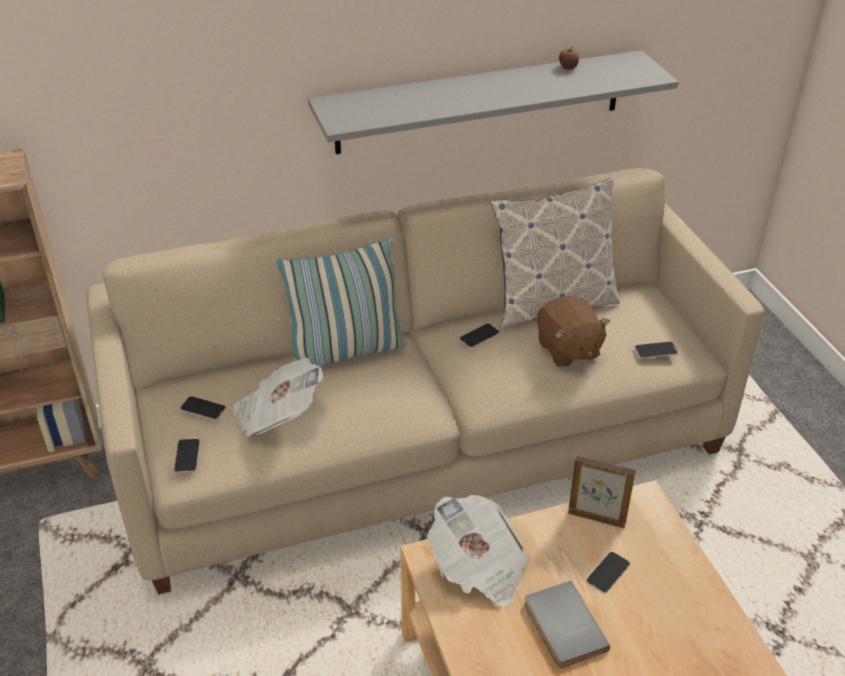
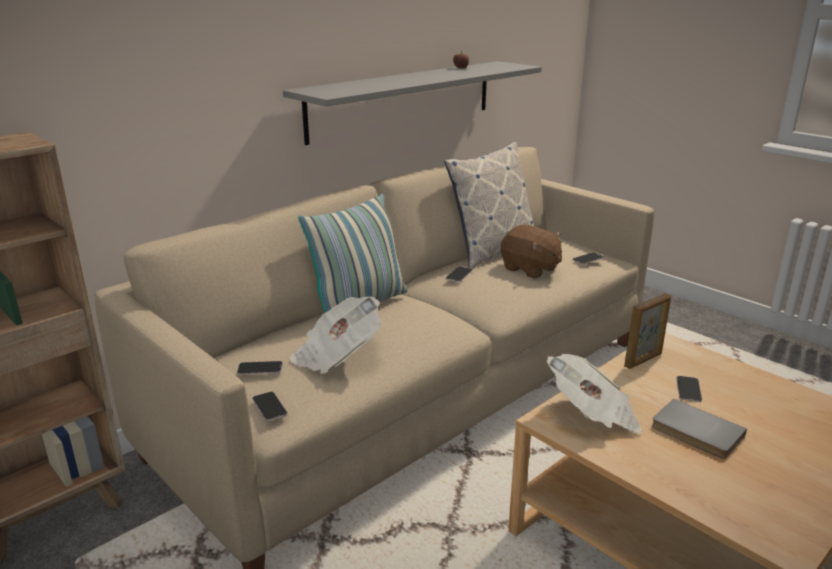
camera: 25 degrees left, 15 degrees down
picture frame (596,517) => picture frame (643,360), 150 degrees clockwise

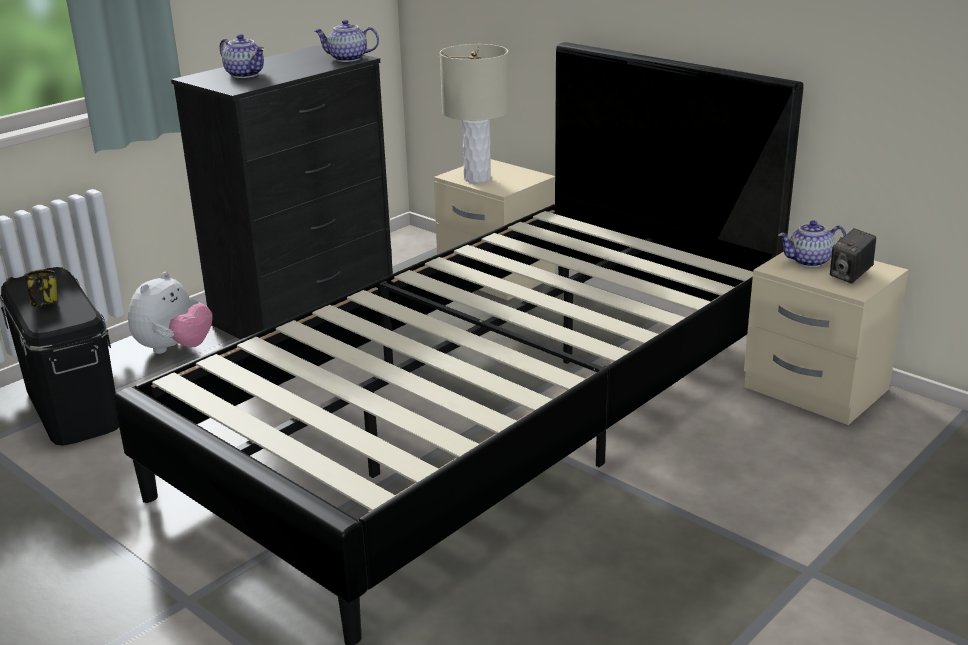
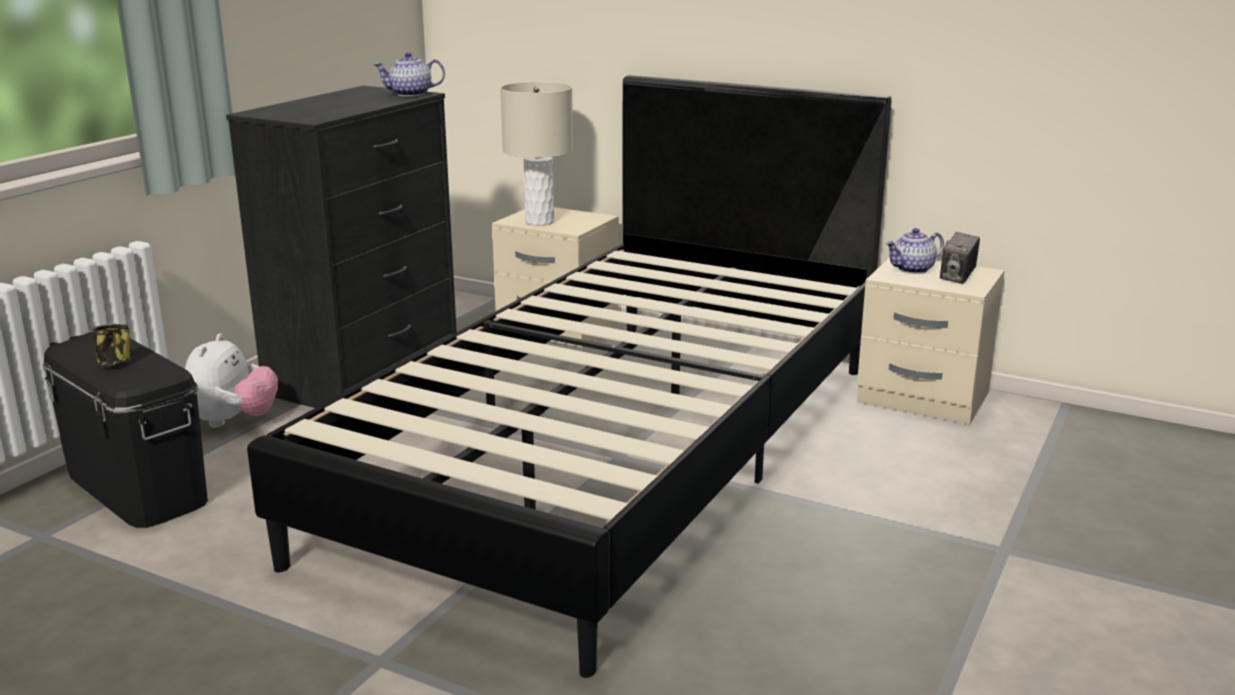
camera: 15 degrees left, 5 degrees down
tea pot (246,74) => nothing

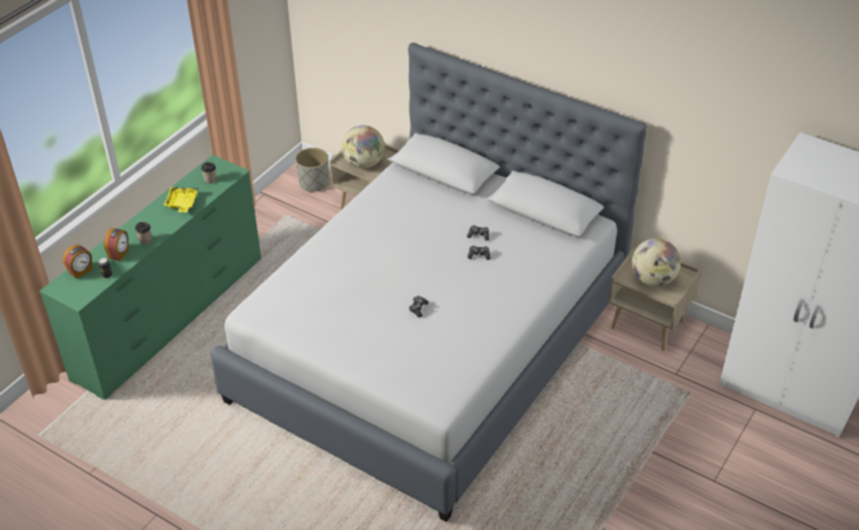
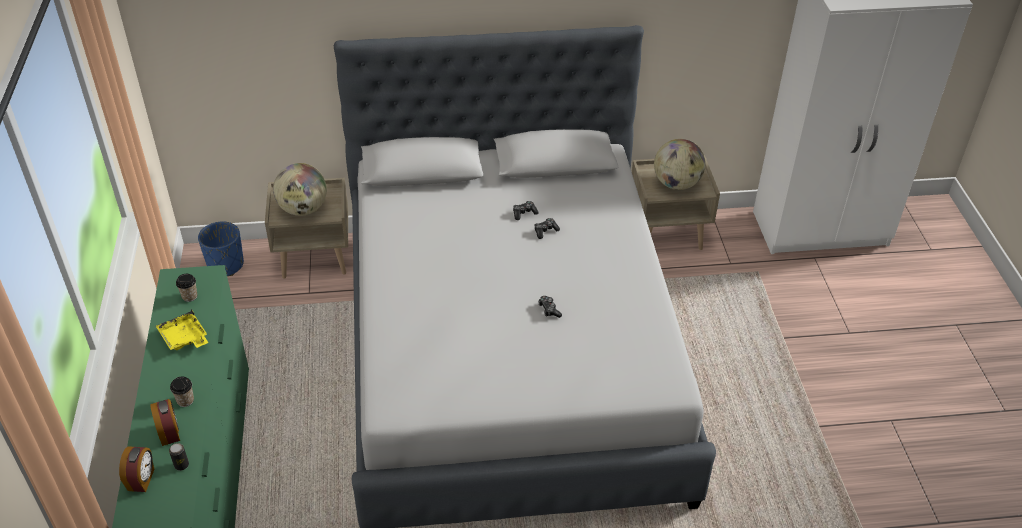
camera: 40 degrees left, 0 degrees up
plant pot in grey (314,183) => plant pot in bluish (225,265)

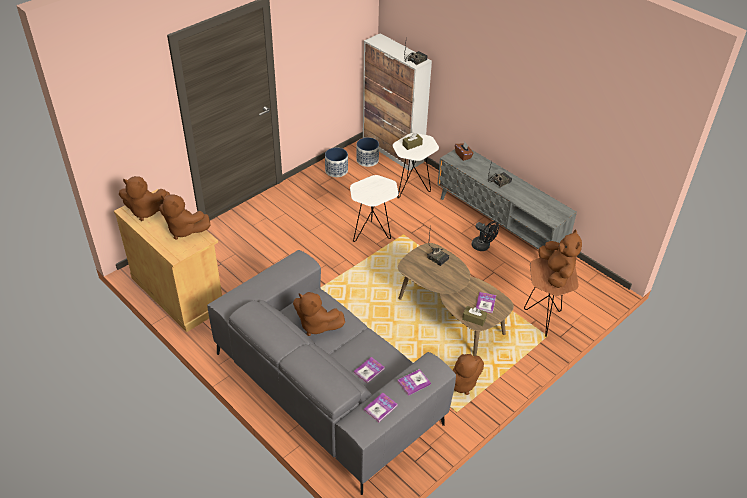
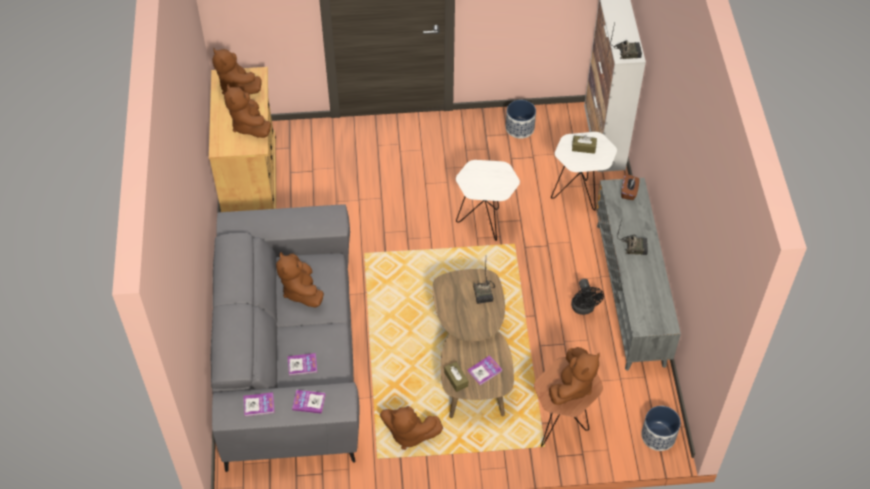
camera: 40 degrees right, 10 degrees up
plant pot (367,160) => plant pot (658,436), move

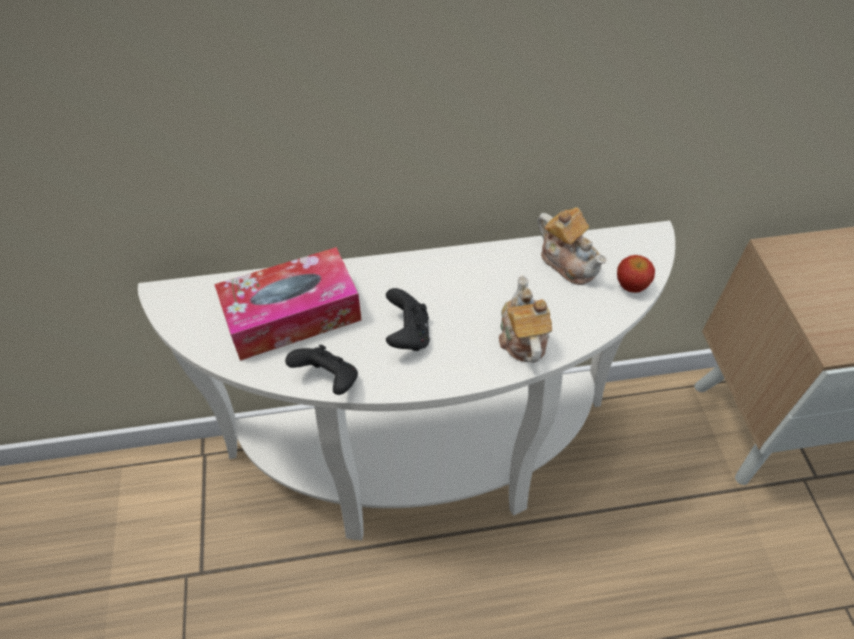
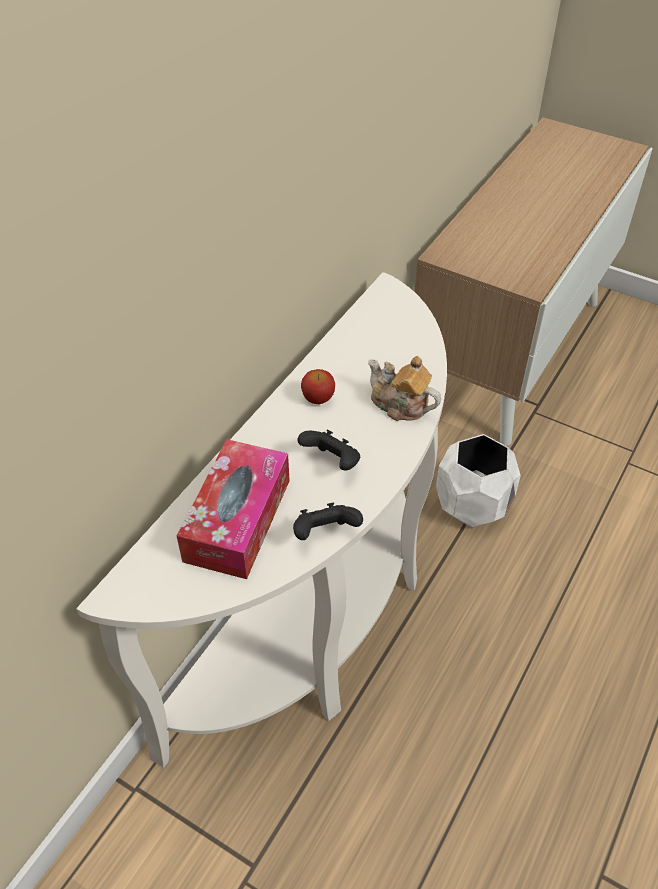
camera: 50 degrees left, 5 degrees down
tea pot (568,261) => nothing
apple (631,285) => apple (318,398), move
nothing => plant pot in white (473,504)

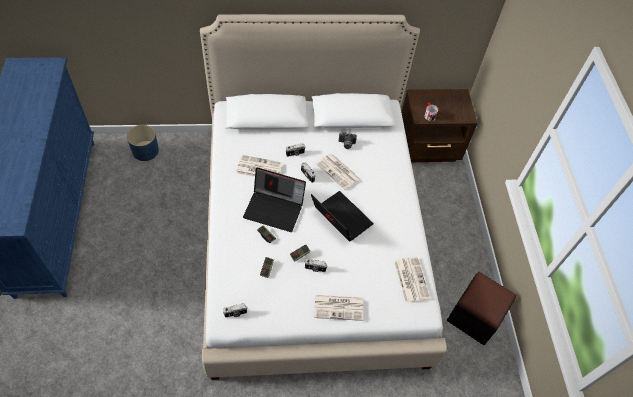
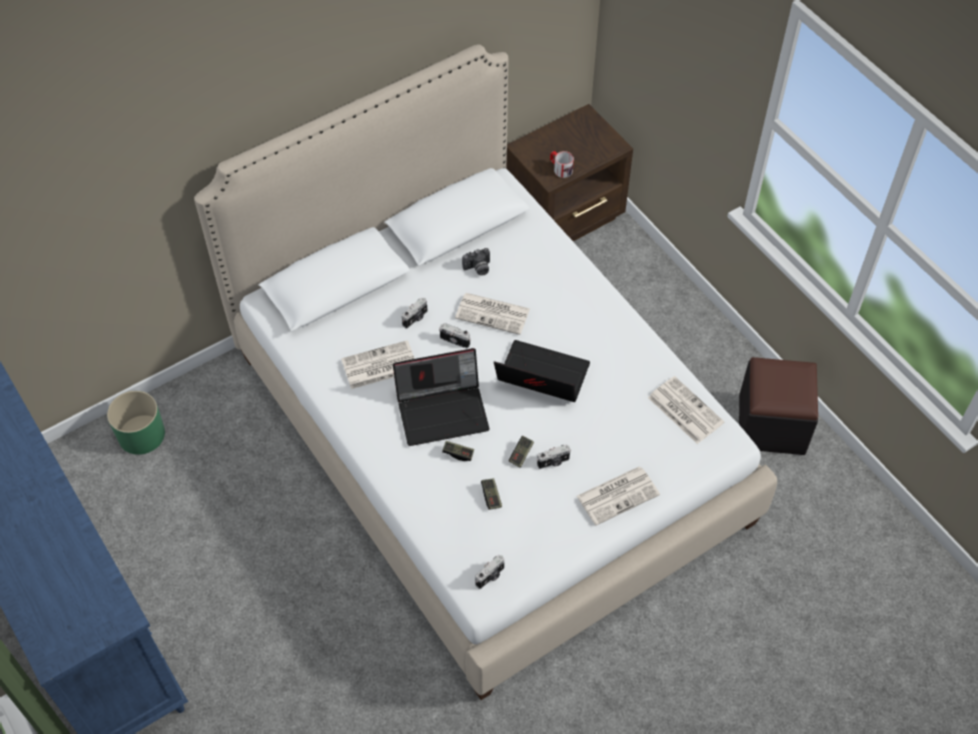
camera: 25 degrees left, 0 degrees up
plant pot in bluish (145,150) => plant pot in green-coloured (141,434)

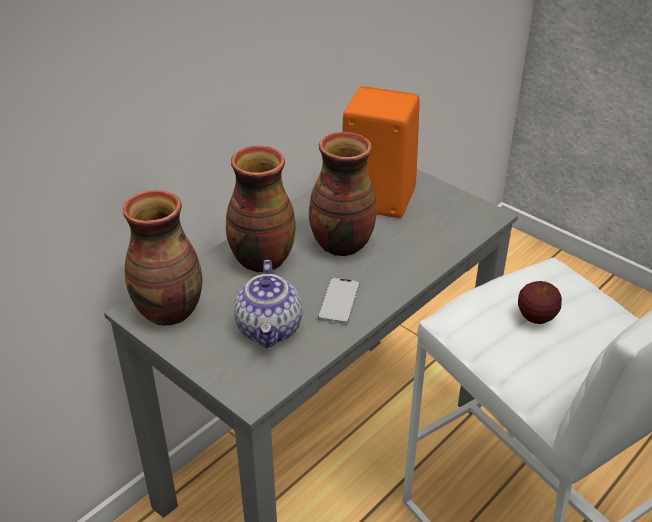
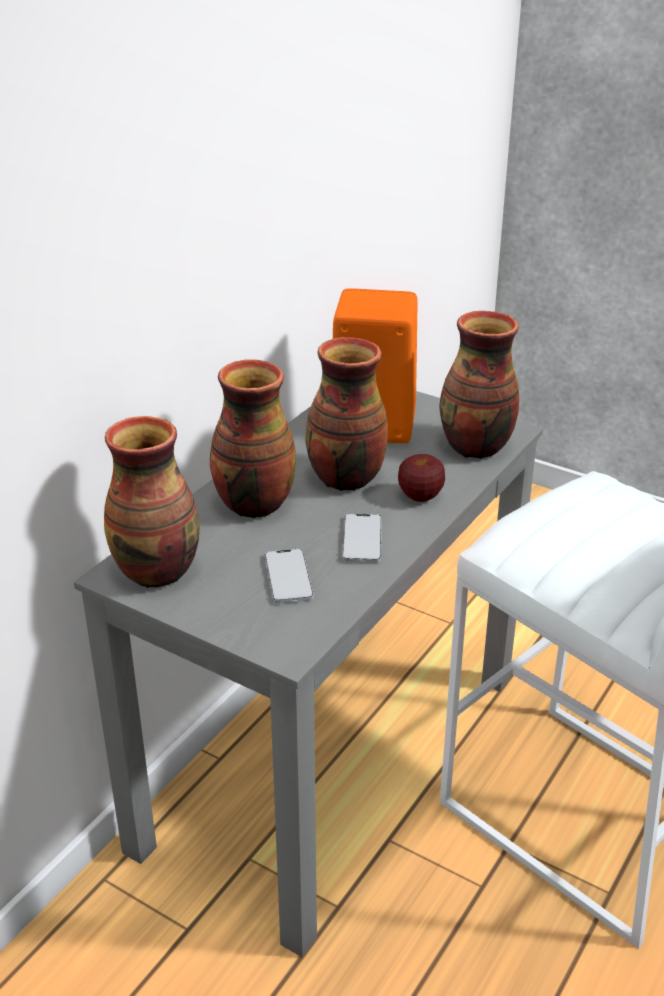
camera: 10 degrees left, 5 degrees down
tea pot (270,329) => telephone (288,577)
apple (536,317) => apple (421,496), move
nothing => vase (474,447)

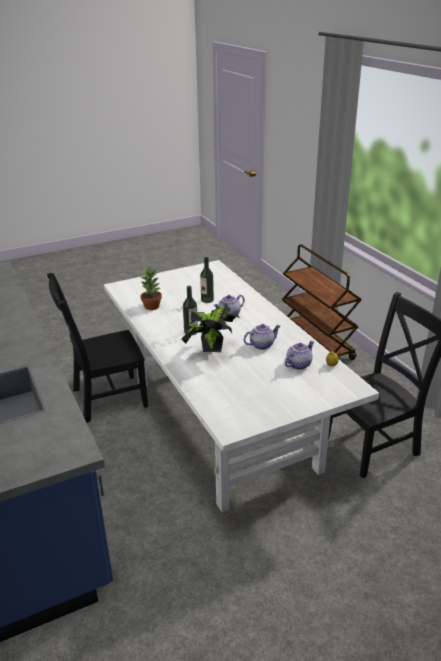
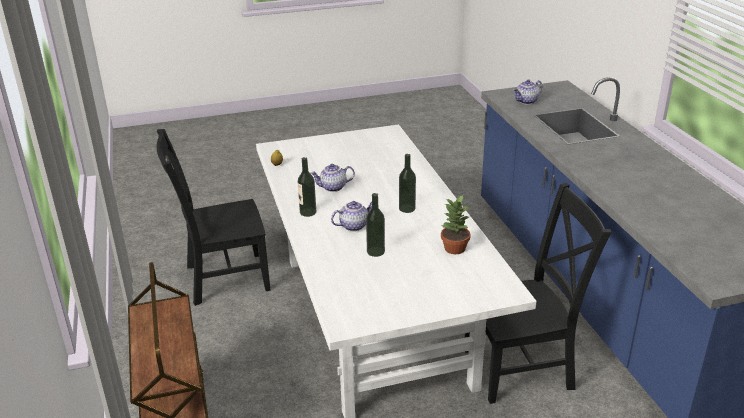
camera: 170 degrees left, 0 degrees up
plant in a pot (212,352) => nothing
tea pot (298,364) => tea pot (526,101), move
nothing => beverage bottle (308,212)

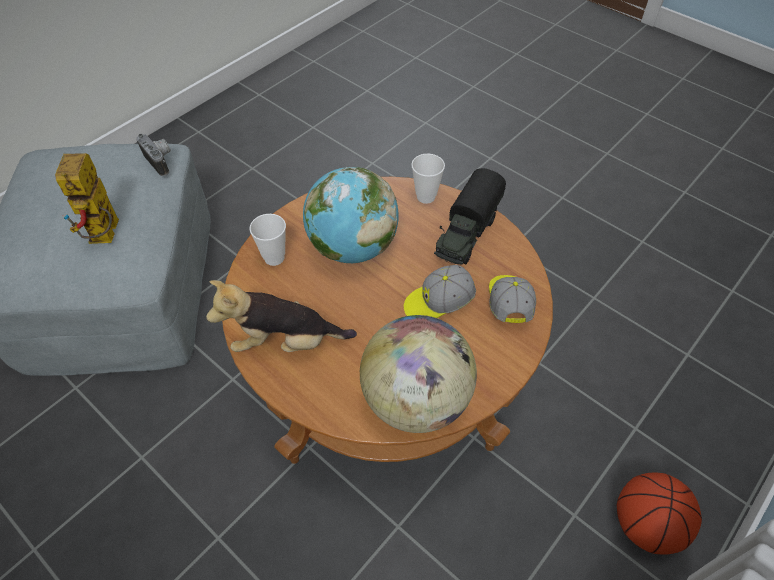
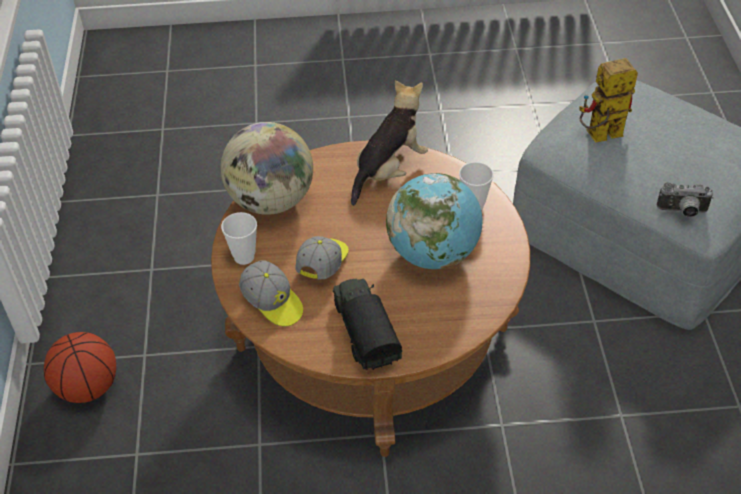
camera: 135 degrees right, 5 degrees down
toy robot (106,237) => toy robot (599,137), 60 degrees counterclockwise
small cup (426,197) => small cup (244,257), move

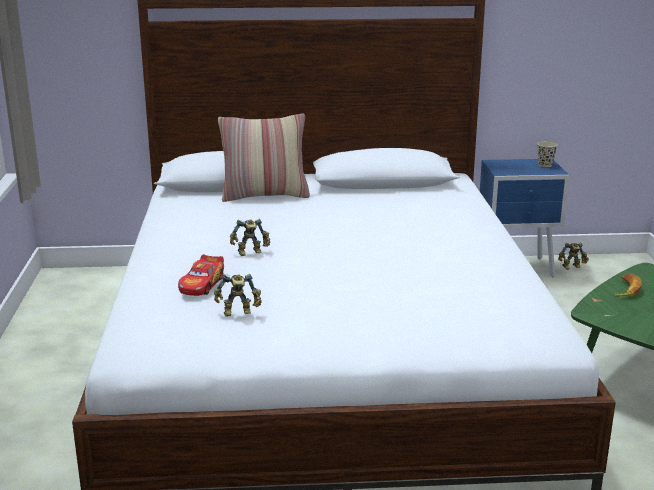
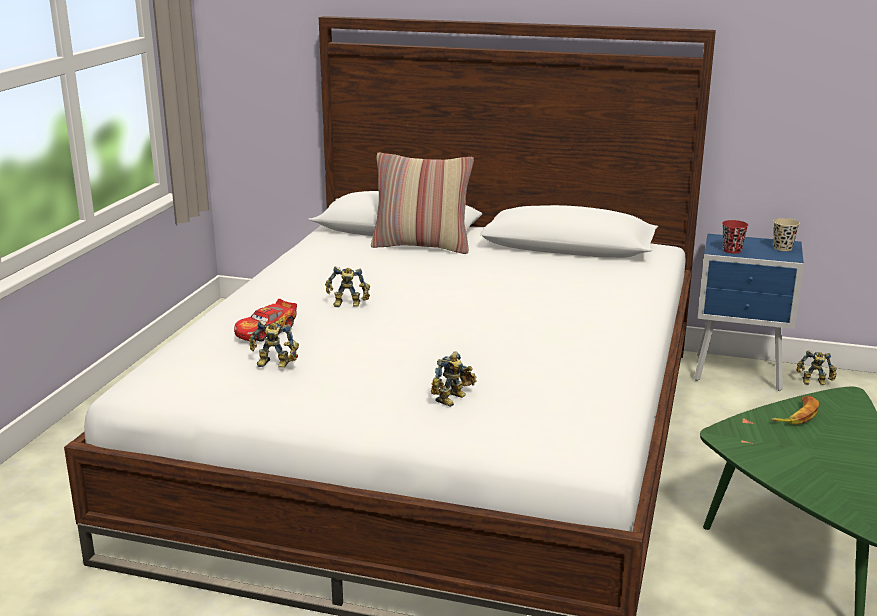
camera: 20 degrees right, 0 degrees up
nothing => small cup in reddish (732,250)
nothing => toy robot (453,399)

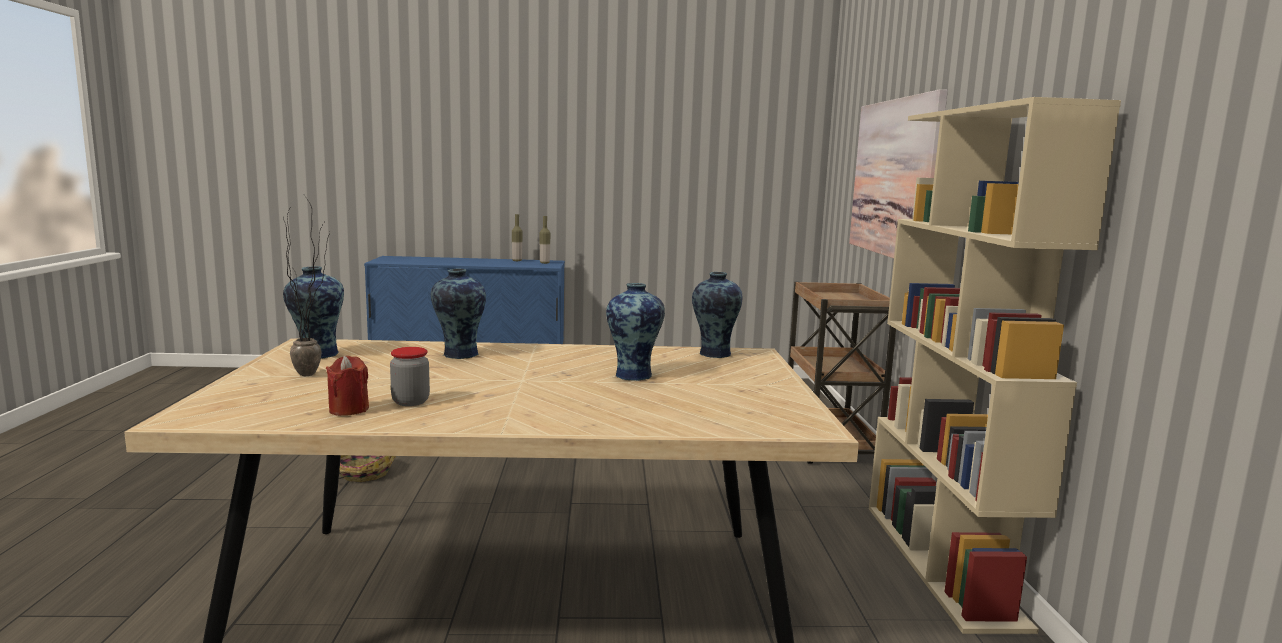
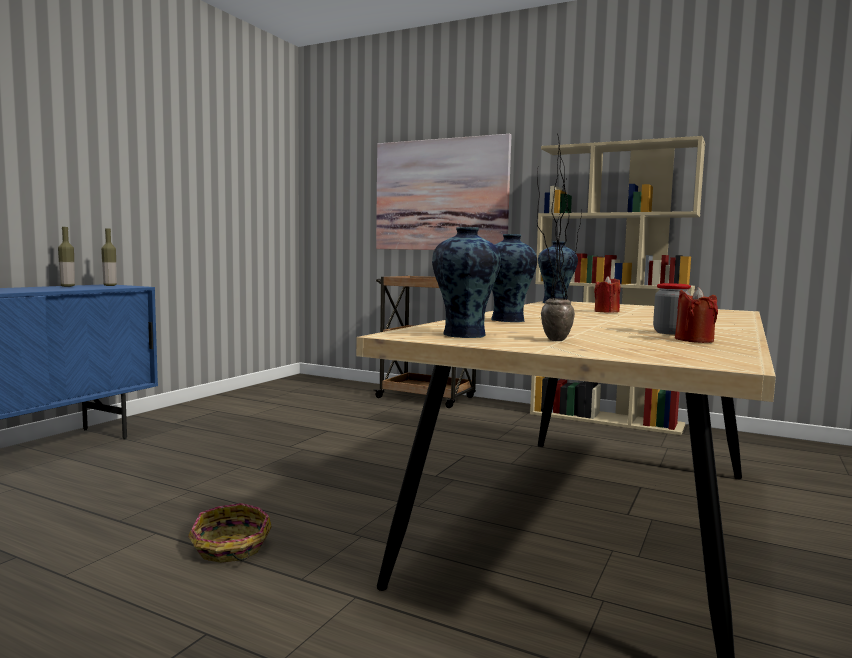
camera: 60 degrees left, 5 degrees down
vase (633,375) => wax light in reddish (606,312)

